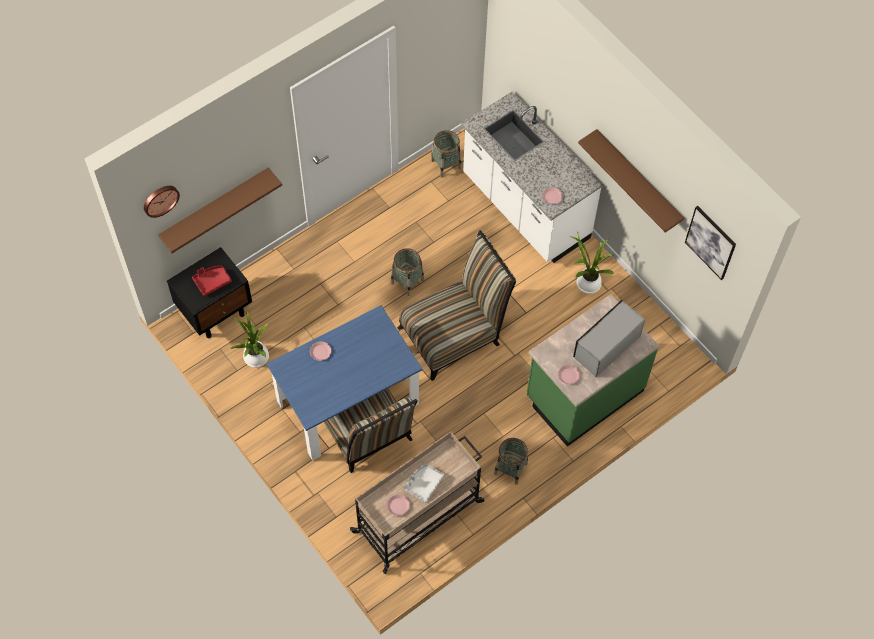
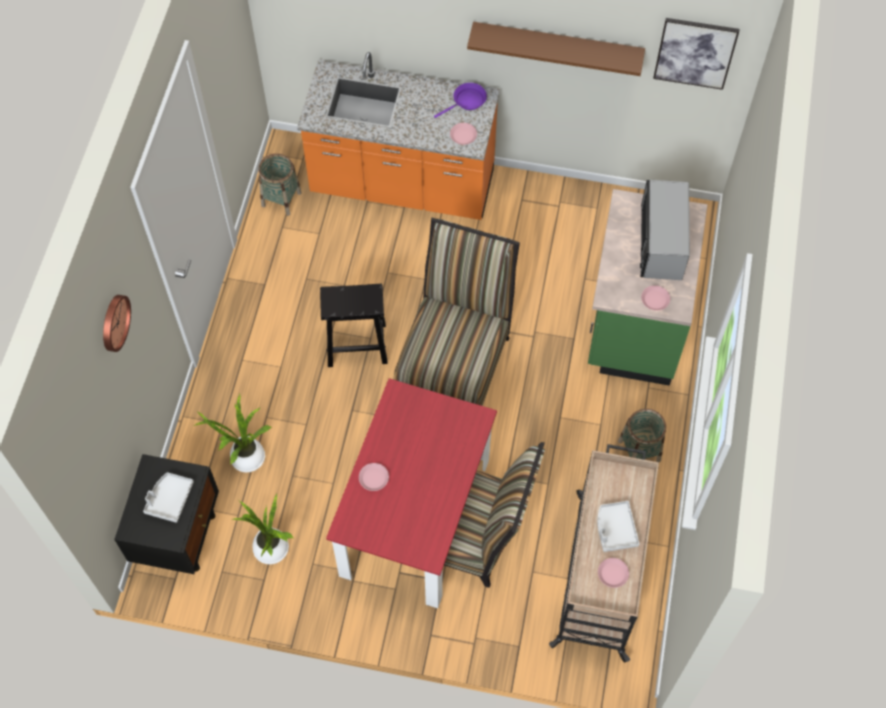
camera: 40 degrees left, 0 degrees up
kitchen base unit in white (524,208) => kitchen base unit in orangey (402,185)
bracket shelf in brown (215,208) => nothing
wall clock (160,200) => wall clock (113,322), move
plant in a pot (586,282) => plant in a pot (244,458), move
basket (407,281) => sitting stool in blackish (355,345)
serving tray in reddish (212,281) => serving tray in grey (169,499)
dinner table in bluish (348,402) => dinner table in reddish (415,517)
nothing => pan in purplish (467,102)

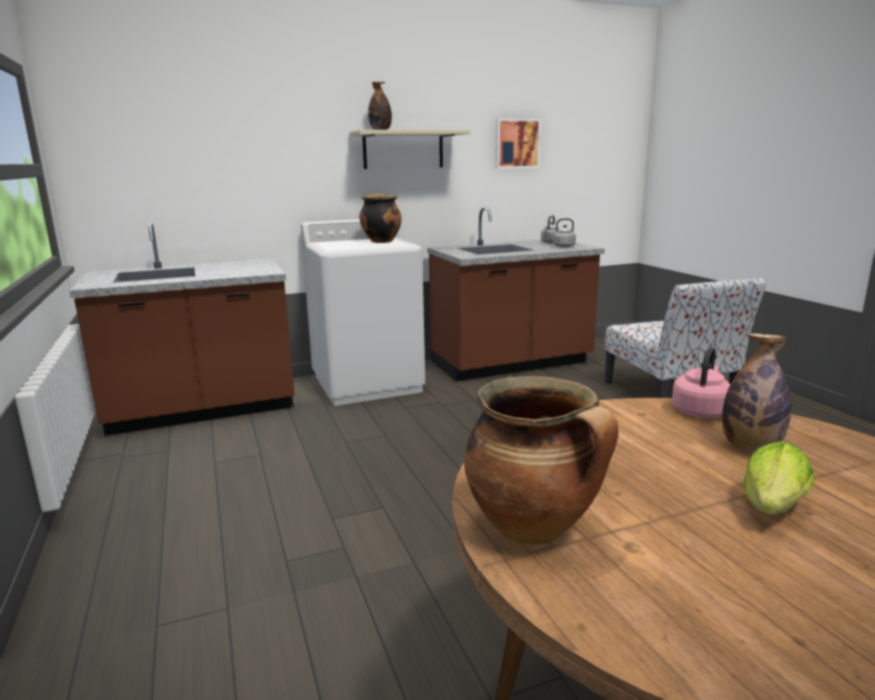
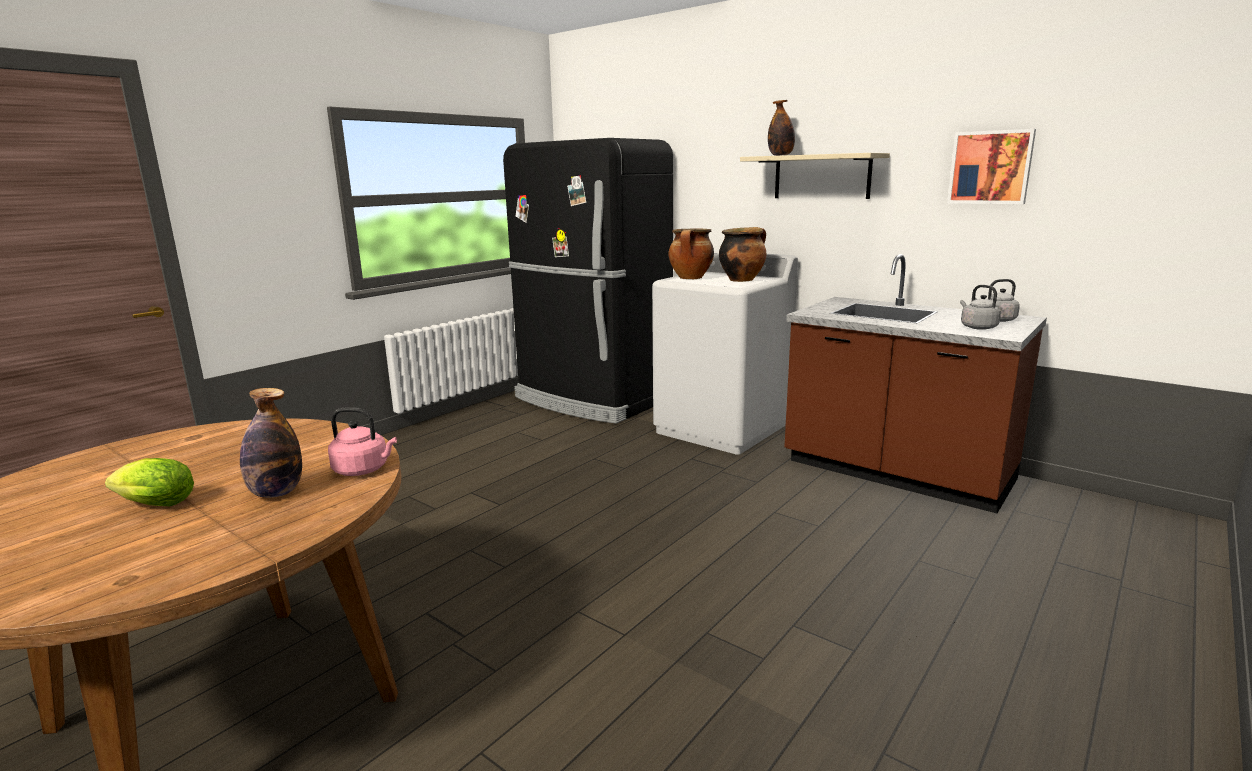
camera: 60 degrees right, 0 degrees up
kitchen base unit in brown (203,409) => fridge in blackish (592,399)
upright chair (670,395) => nothing
saucepot (535,528) => saucepot (691,278), move

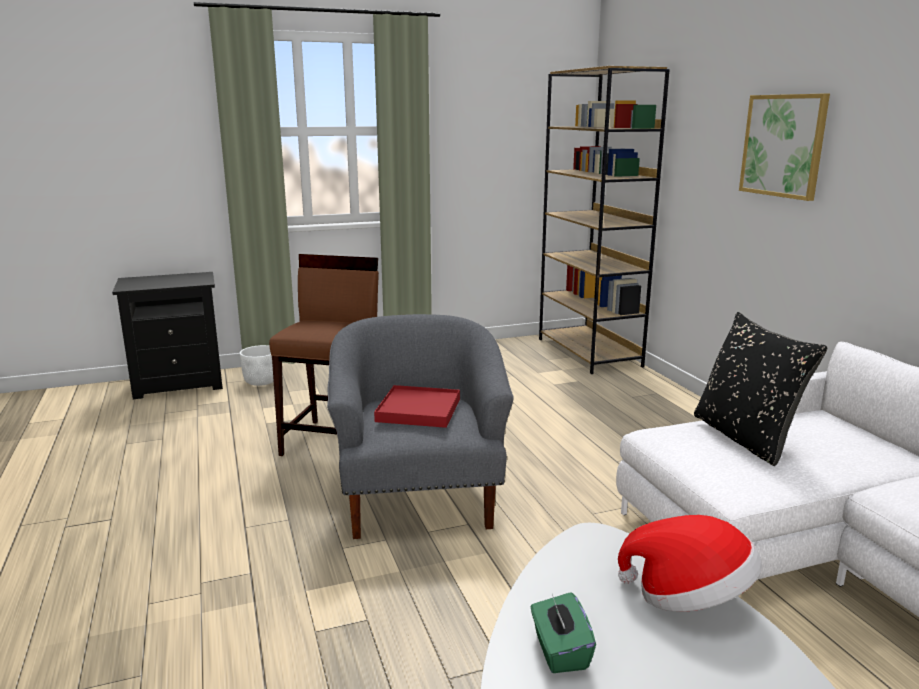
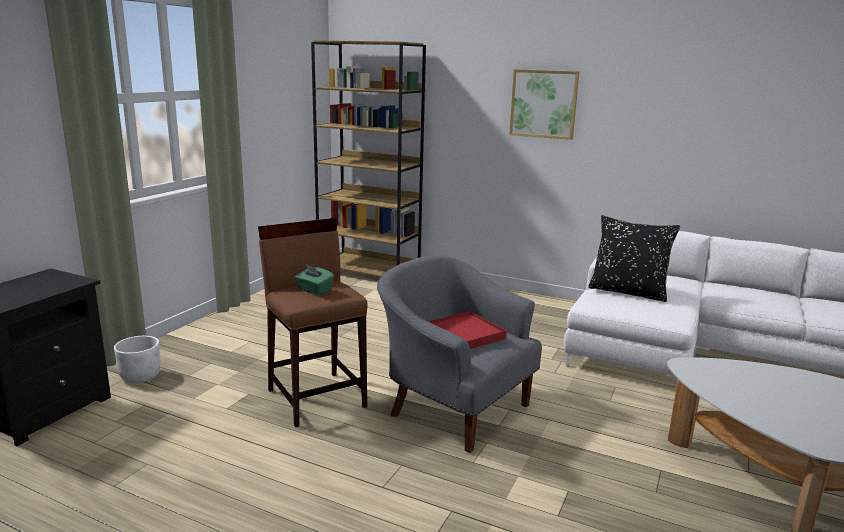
camera: 45 degrees left, 0 degrees up
hat (689,597) => nothing
box of tissues in green-coloured (559,651) => box of tissues in green-coloured (314,290), move

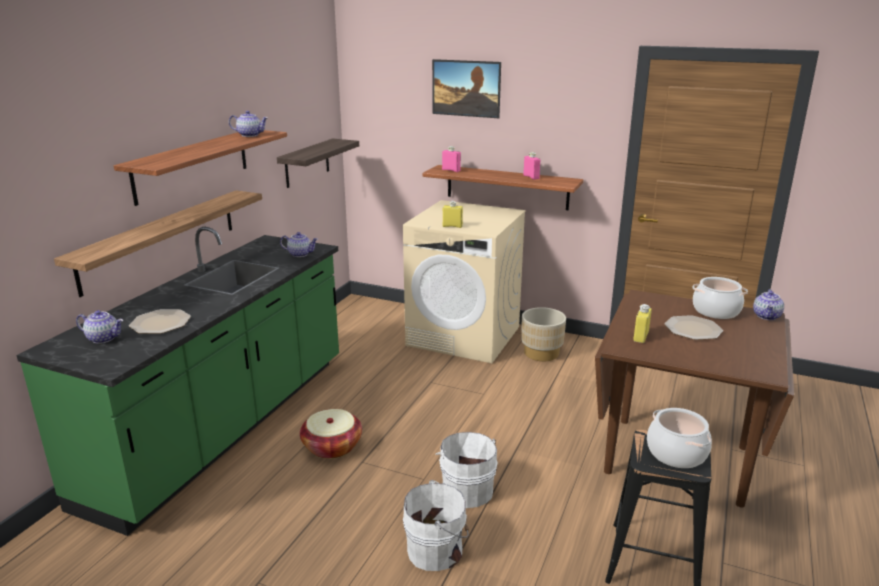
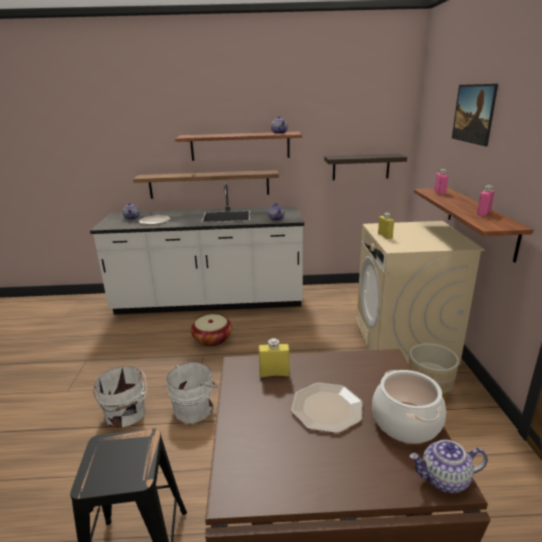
camera: 65 degrees right, 0 degrees up
kitchen base unit in green-coloured (225,428) => kitchen base unit in white (209,302)
saucepot (676,453) => nothing

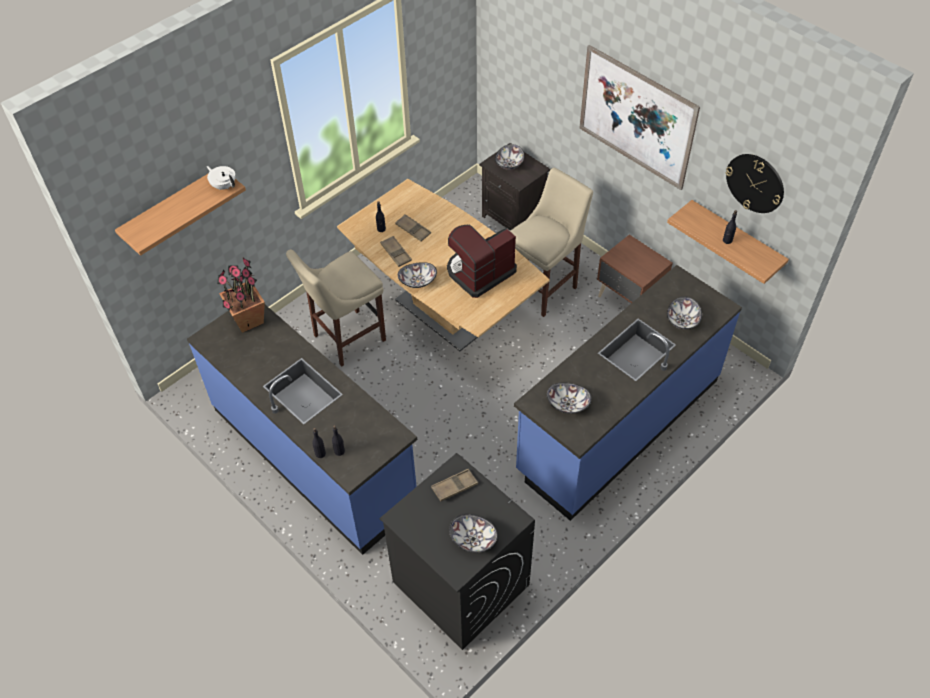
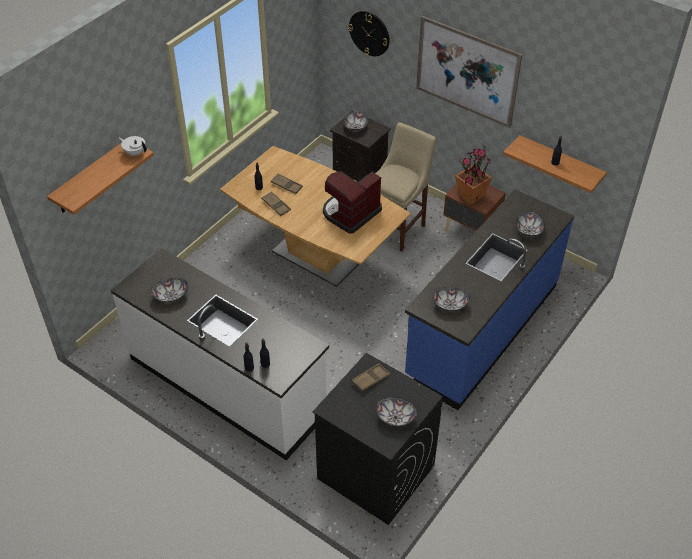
camera: 10 degrees left, 5 degrees down
wall clock (755,183) => wall clock (369,33), move
sitting stool in beige-coloured (346,339) => nothing
plant in a pot (247,320) => plant in a pot (470,196), move
deep dish (417,281) => deep dish (171,296), move
kitchen base unit in bluish (314,455) => kitchen base unit in white (227,385)

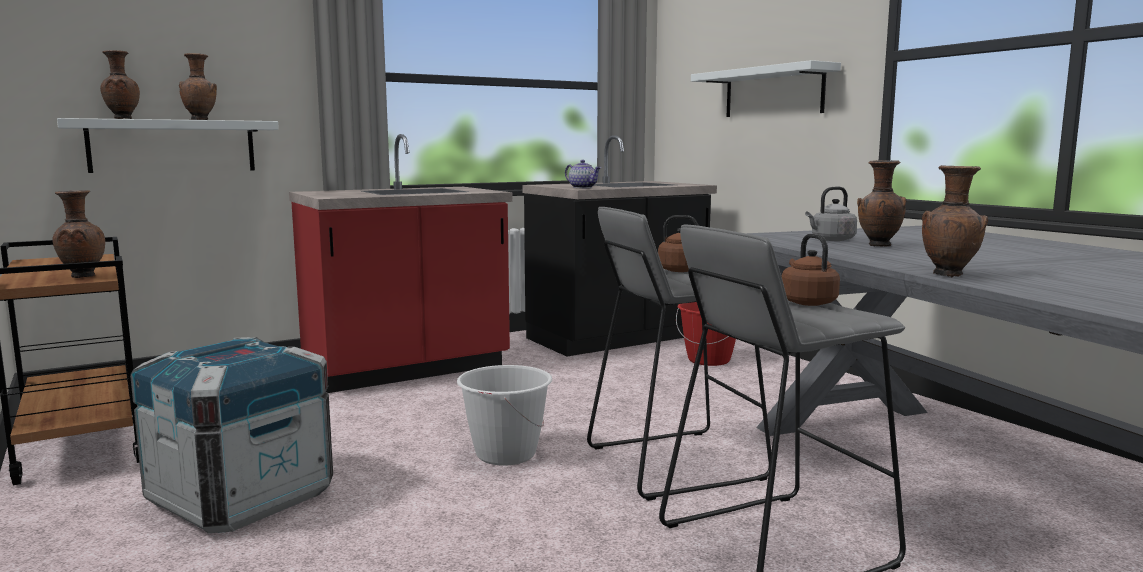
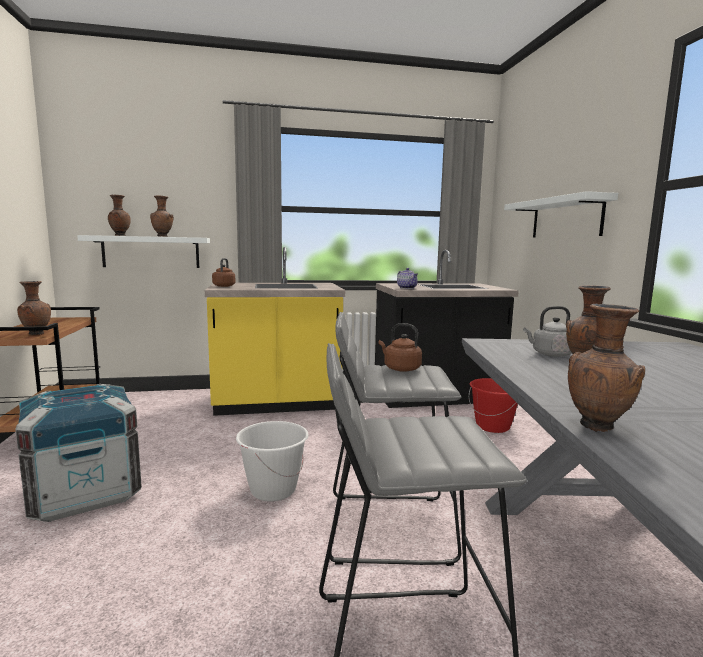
camera: 20 degrees right, 0 degrees up
kitchen base unit in reddish (406,369) => kitchen base unit in yellow-coloured (277,404)
tea kettle in brown (807,302) => tea kettle in brown (224,286), move

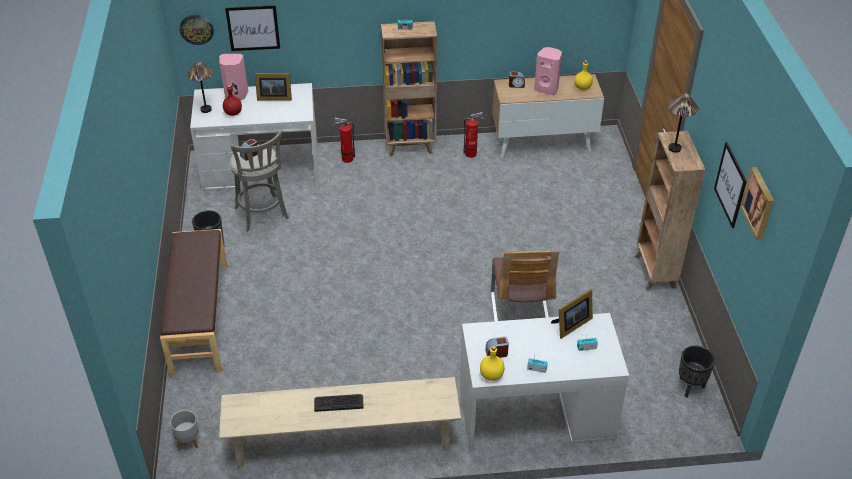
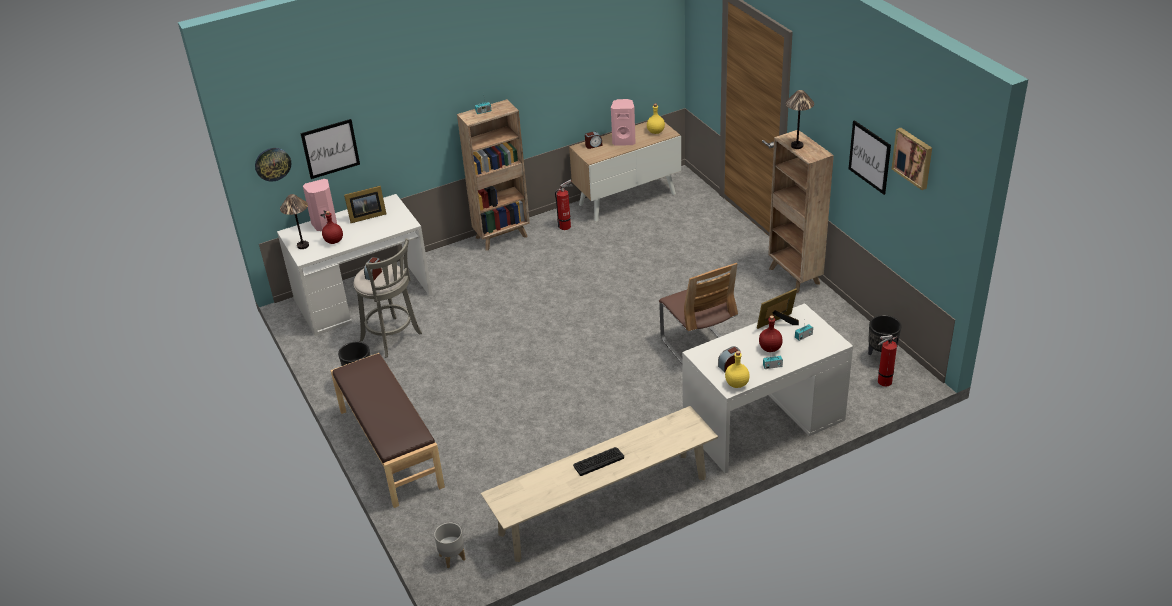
camera: 20 degrees left, 5 degrees down
fire extinguisher (346,159) => fire extinguisher (883,382), move
picture frame (571,325) => picture frame (778,323), 150 degrees counterclockwise
nothing => beverage bottle in reddish (770,348)

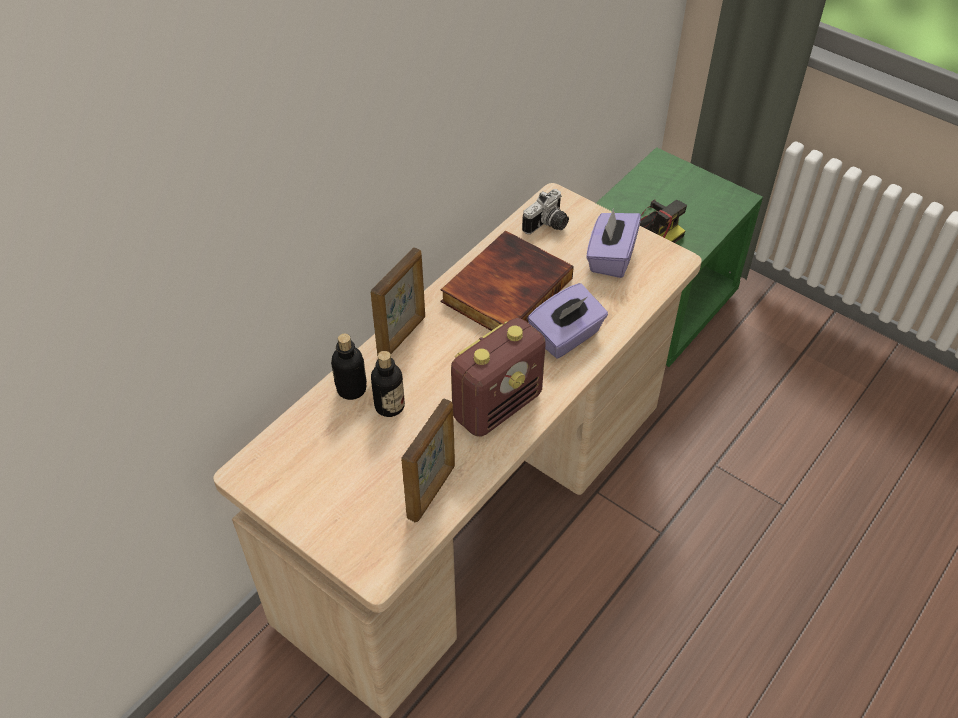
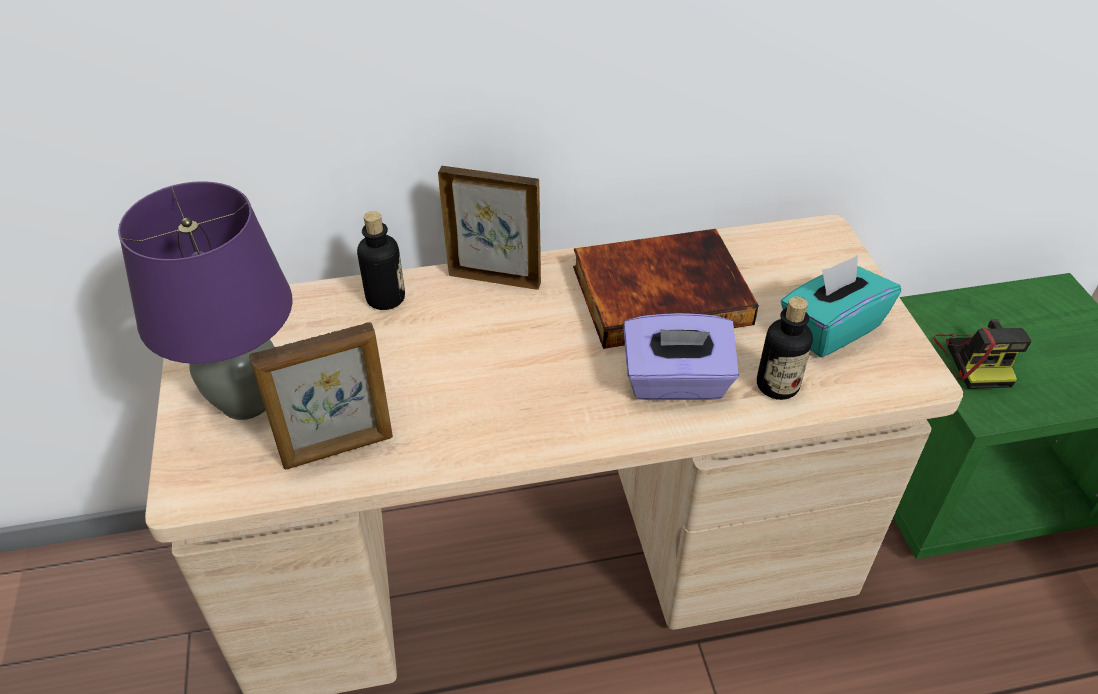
camera: 40 degrees right, 5 degrees down
photo camera (548,225) => nothing
box of tissues in purplish (610,257) => box of tissues in blue-green (830,328)
picture frame (402,336) => picture frame (494,278), 150 degrees counterclockwise
radio receiver (497,405) => nothing
beverage bottle (389,406) => beverage bottle (777,385), move
nothing => tabletop lamp in purplish (246,401)

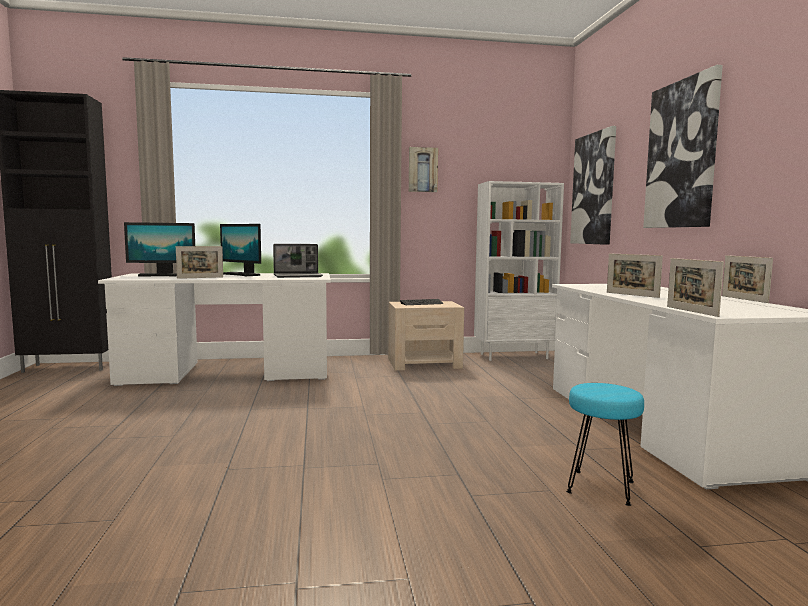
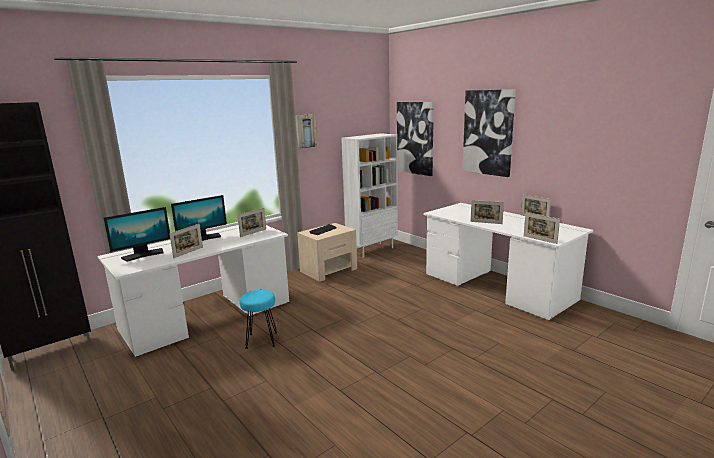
camera: 30 degrees left, 10 degrees up
computer screen (242,274) => computer screen (203,238), 45 degrees counterclockwise
laptop (298,276) => picture frame (253,233)
sitting stool in blue-green (600,488) => sitting stool in blue-green (261,340), move

